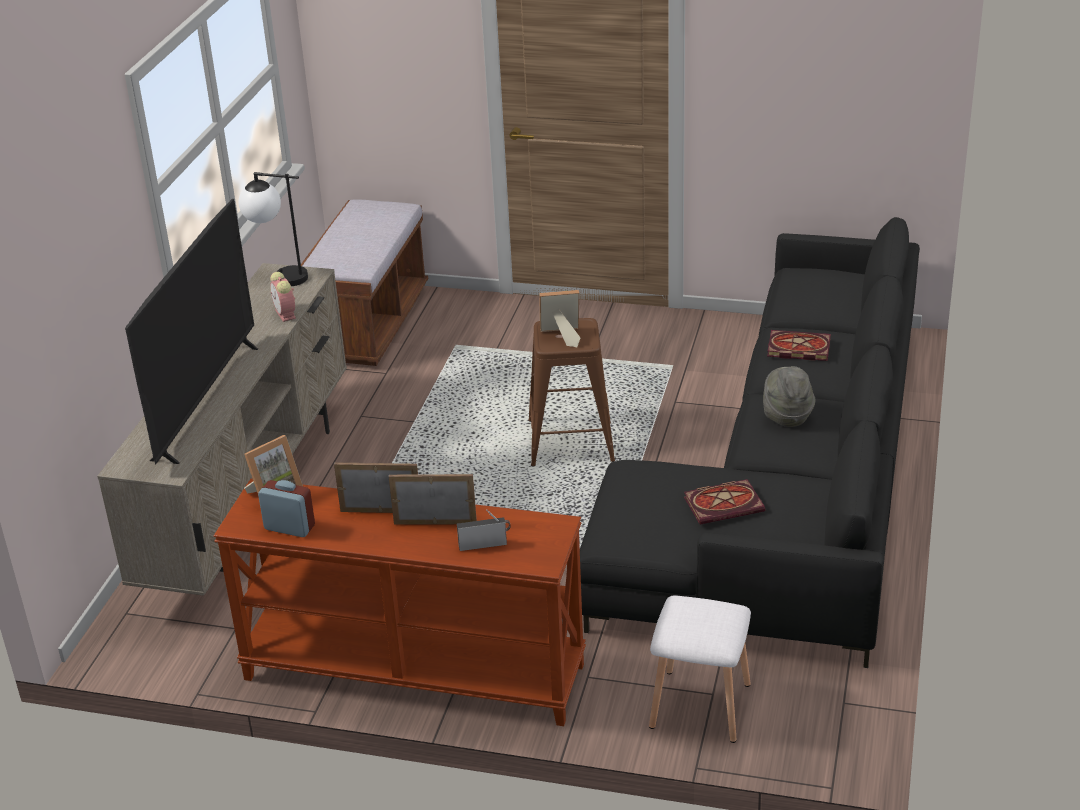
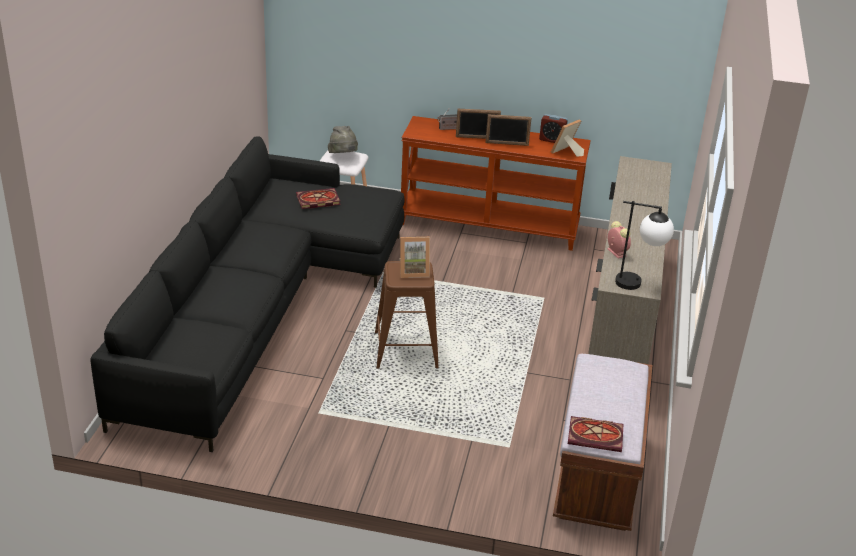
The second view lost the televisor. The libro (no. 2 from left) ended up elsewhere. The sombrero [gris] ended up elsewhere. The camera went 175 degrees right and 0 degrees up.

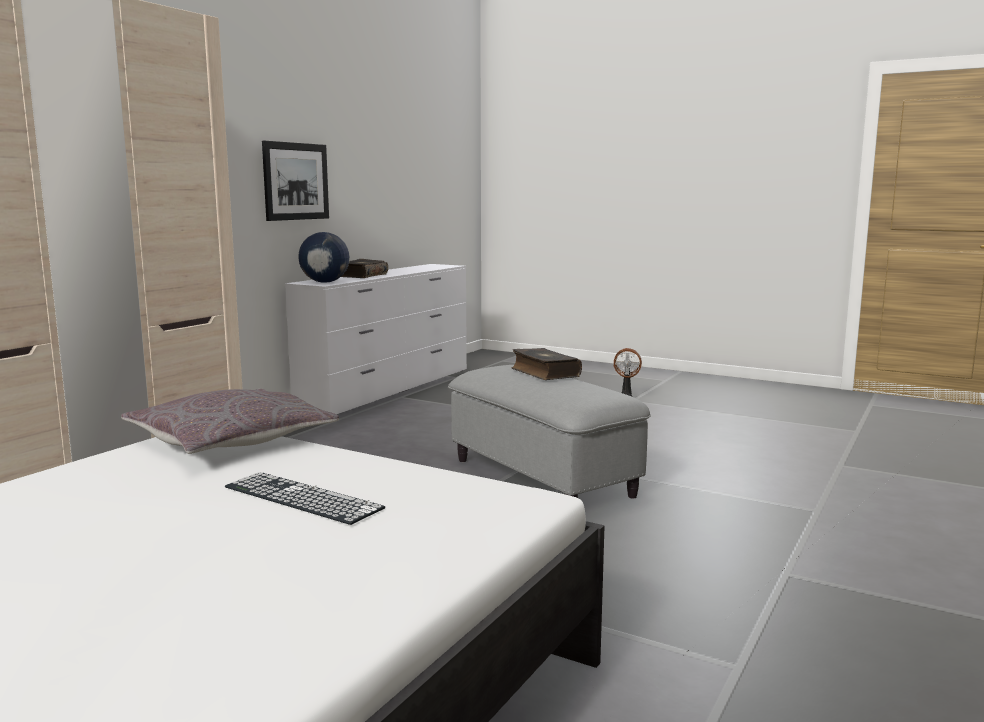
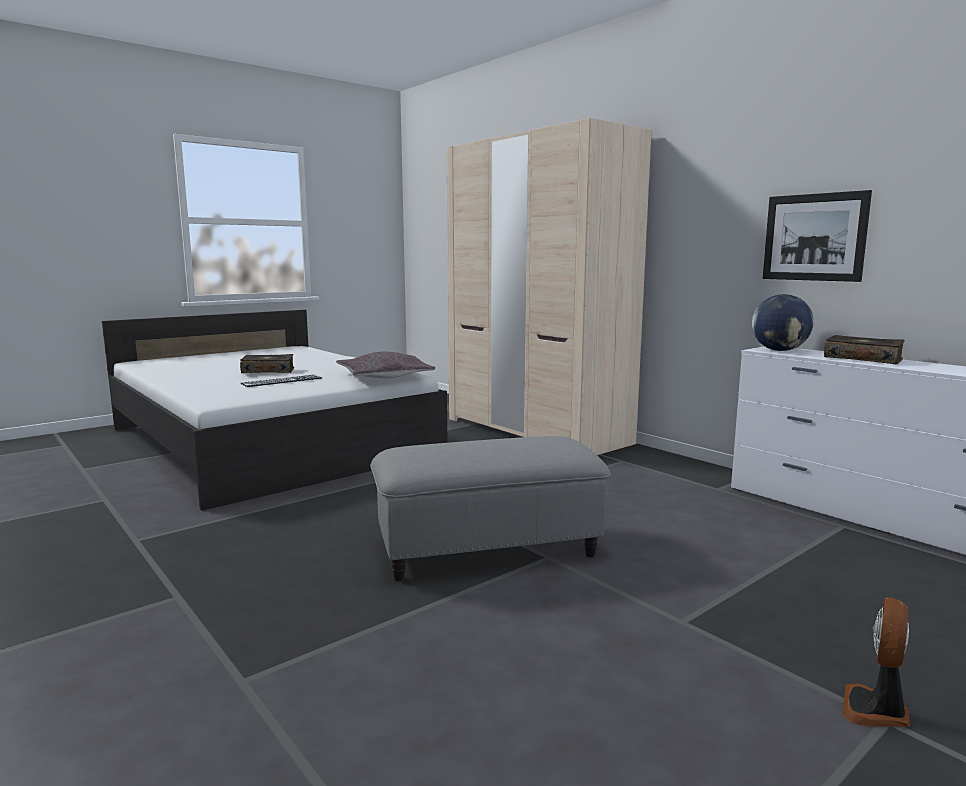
The libro (no. 2 from left in the first image) ended up elsewhere. The camera went 110 degrees right and 0 degrees up.

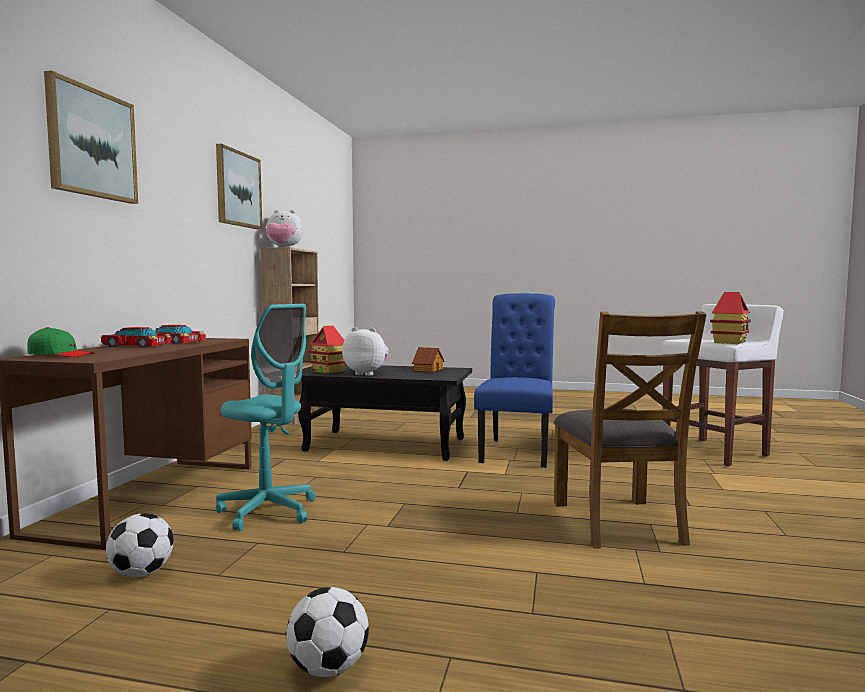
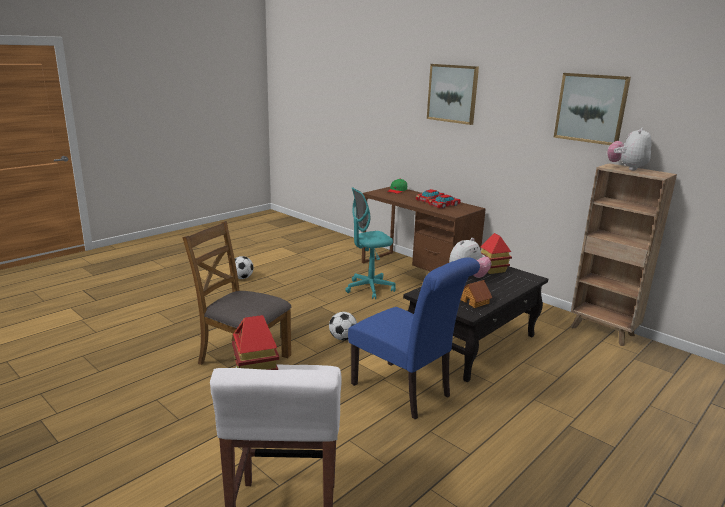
The balón de fútbol (no. 1 from left in the first image) ended up elsewhere. The camera went 120 degrees right and 15 degrees up.

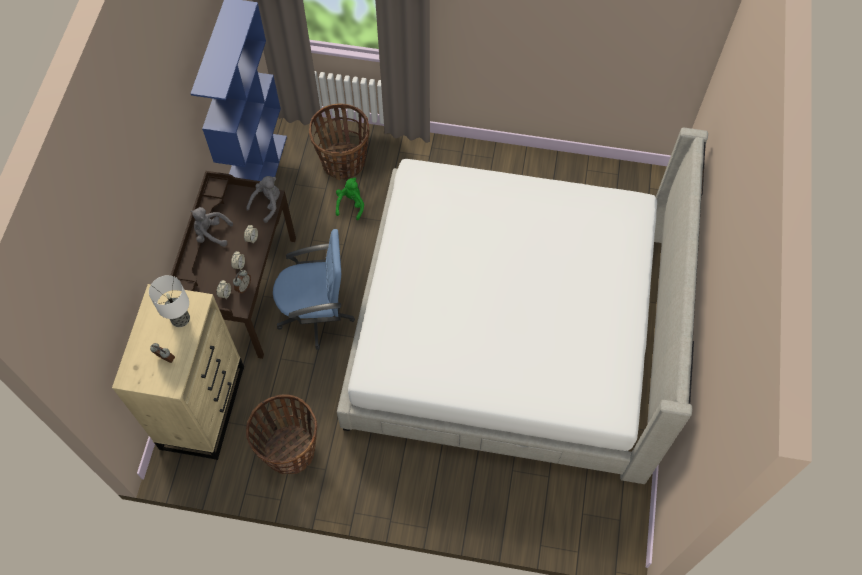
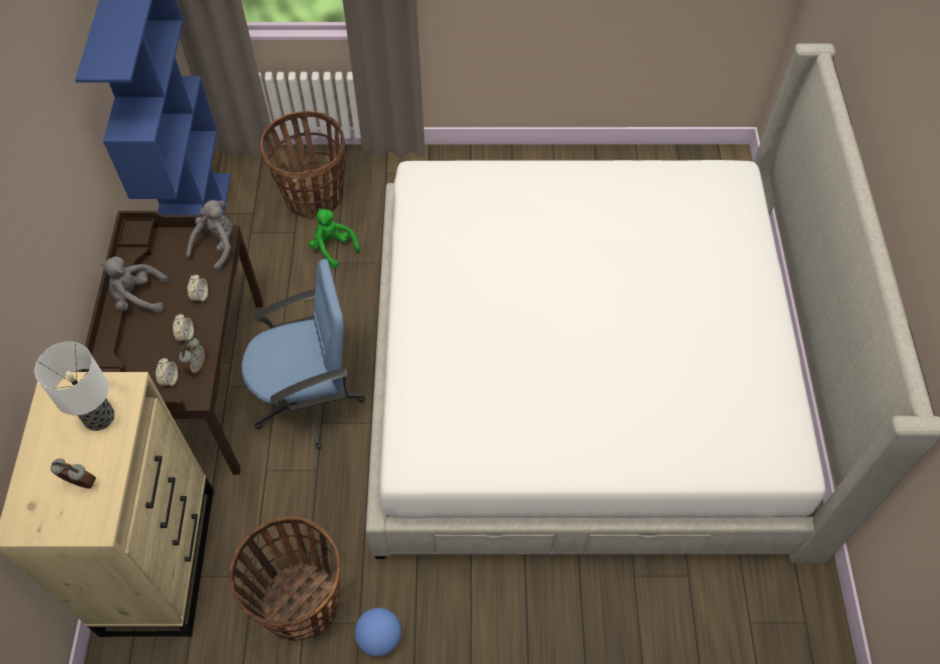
The peluche [verde] ended up facing another way, 45 degrees counterclockwise from before. The second view gained the balón de fútbol. The camera went 10 degrees left and 5 degrees down.

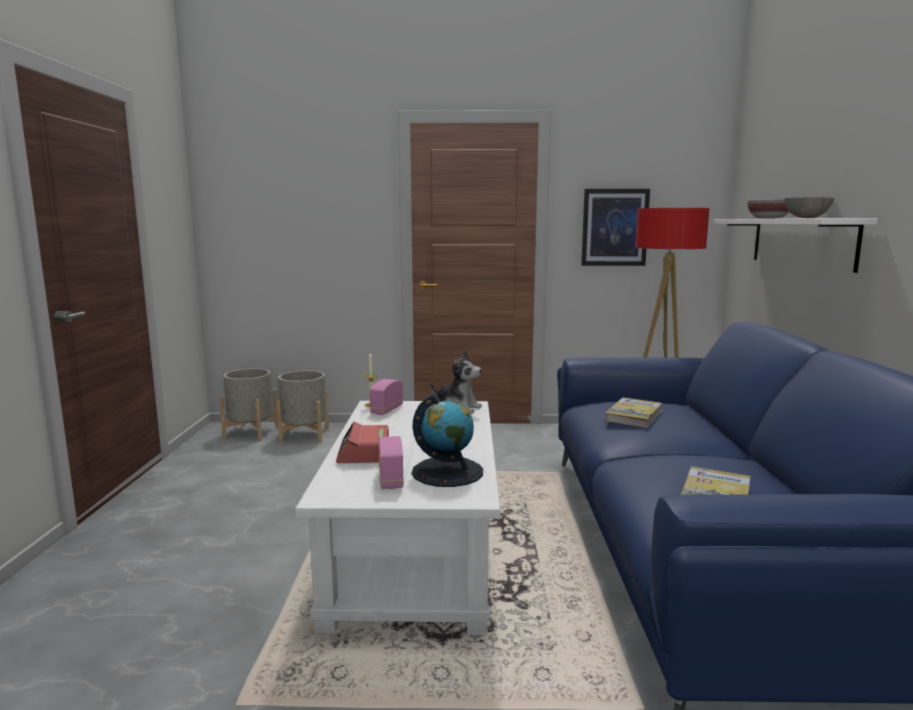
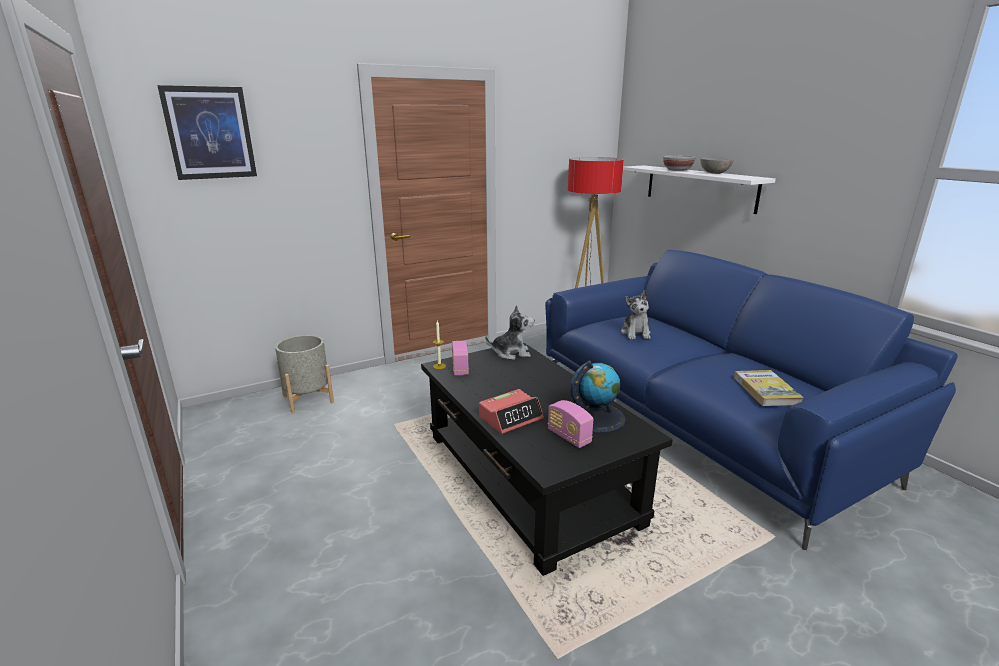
The cuadro ended up elsewhere. The second view lost the maceta [gris] (no. 1 from left). Where the libro (no. 1 from left) stood, the peluche (no. 2 from left) came to stand. What was the mesa de centro [blanco] turned into the mesa de centro [negro]. The despertador ended up facing another way, 90 degrees counterclockwise from before. The camera went 30 degrees left and 10 degrees up.

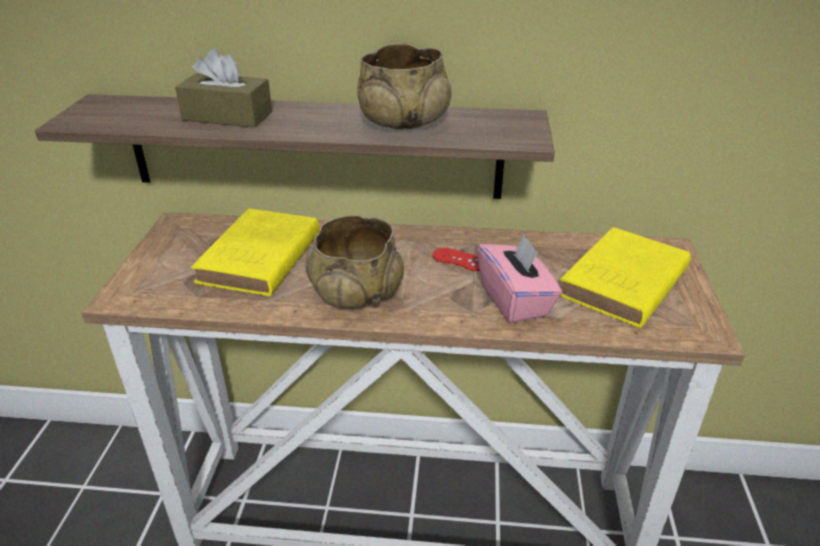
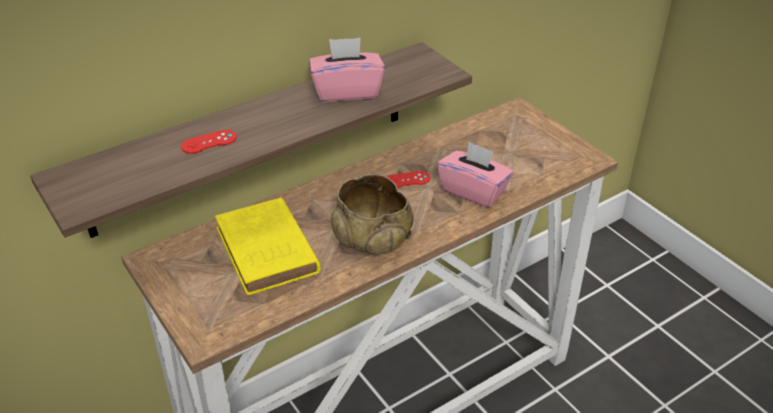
Where the cuenco [beis] (no. 2 from left) stood, the caja de pañuelos [rosa] (no. 1 from left) came to stand. Where the caja de pañuelos [marrón] stood, the mando de consola [rojo] (no. 1 from left) came to stand. The second view lost the libro [amarillo] (no. 2 from left). The camera went 40 degrees left and 5 degrees up.

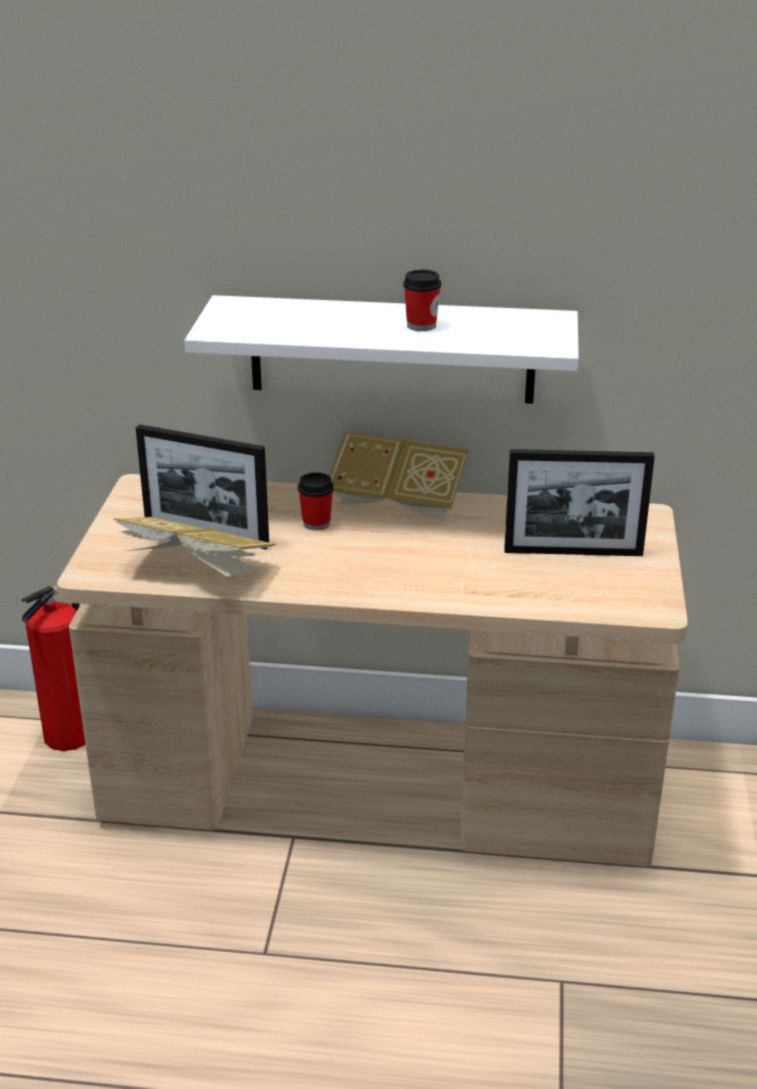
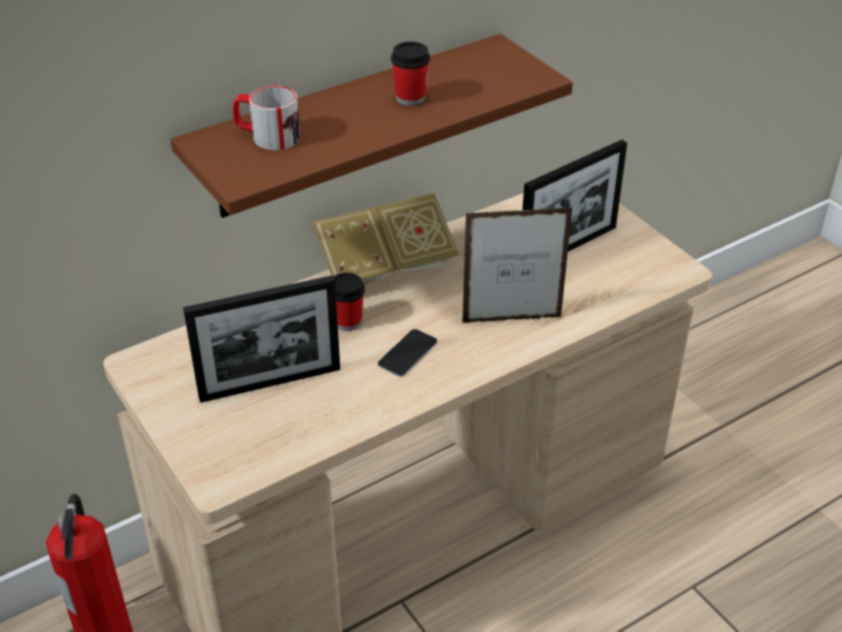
What was the estante [blanco] turned into the estante [marrón]. The second view lost the libro (no. 1 from left). The second view gained the taza grande. The second view gained the portarretratos (no. 2 from left). The second view gained the móvil. The camera went 40 degrees left and 10 degrees up.

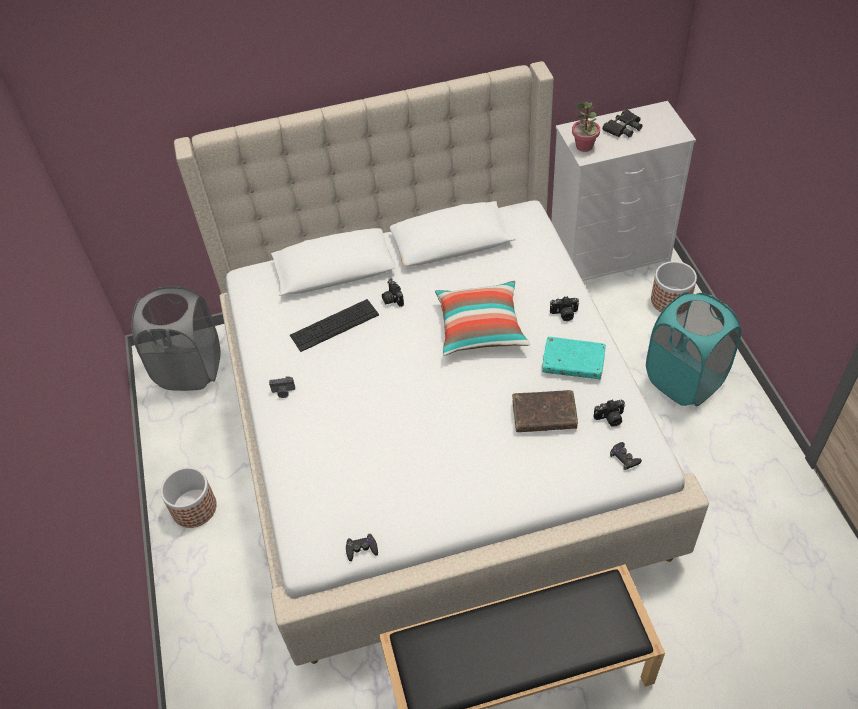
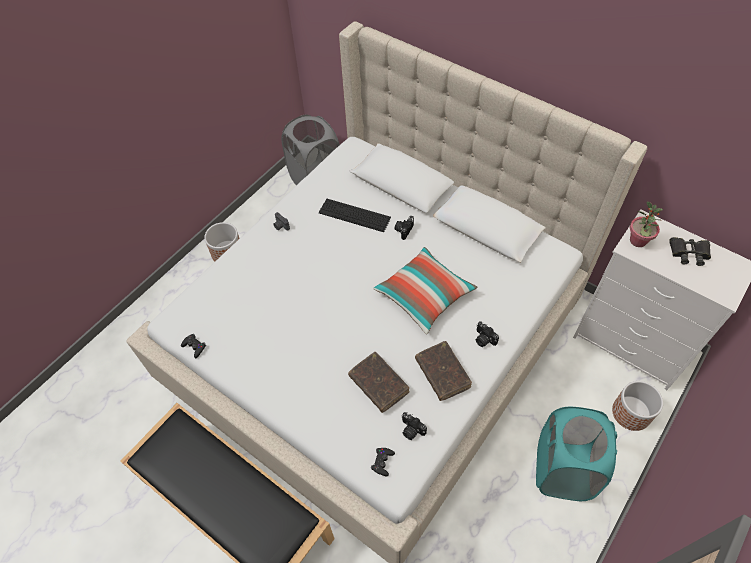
What was the libro [turquesa] turned into the libro [marrón] (no. 2 from left). The camera went 50 degrees right and 5 degrees up.

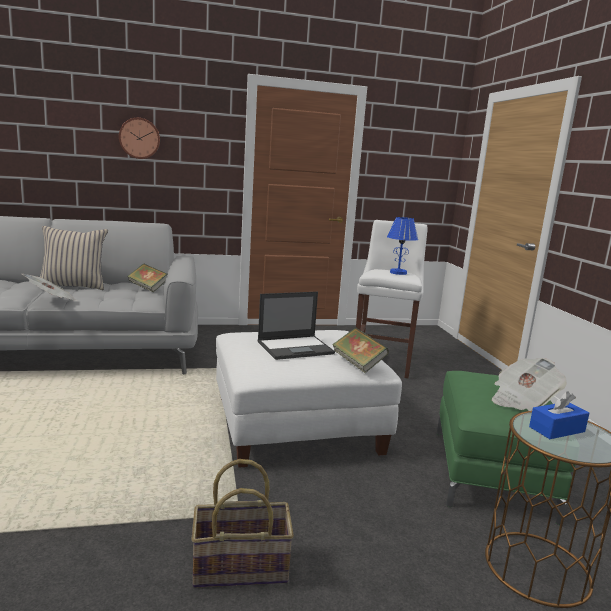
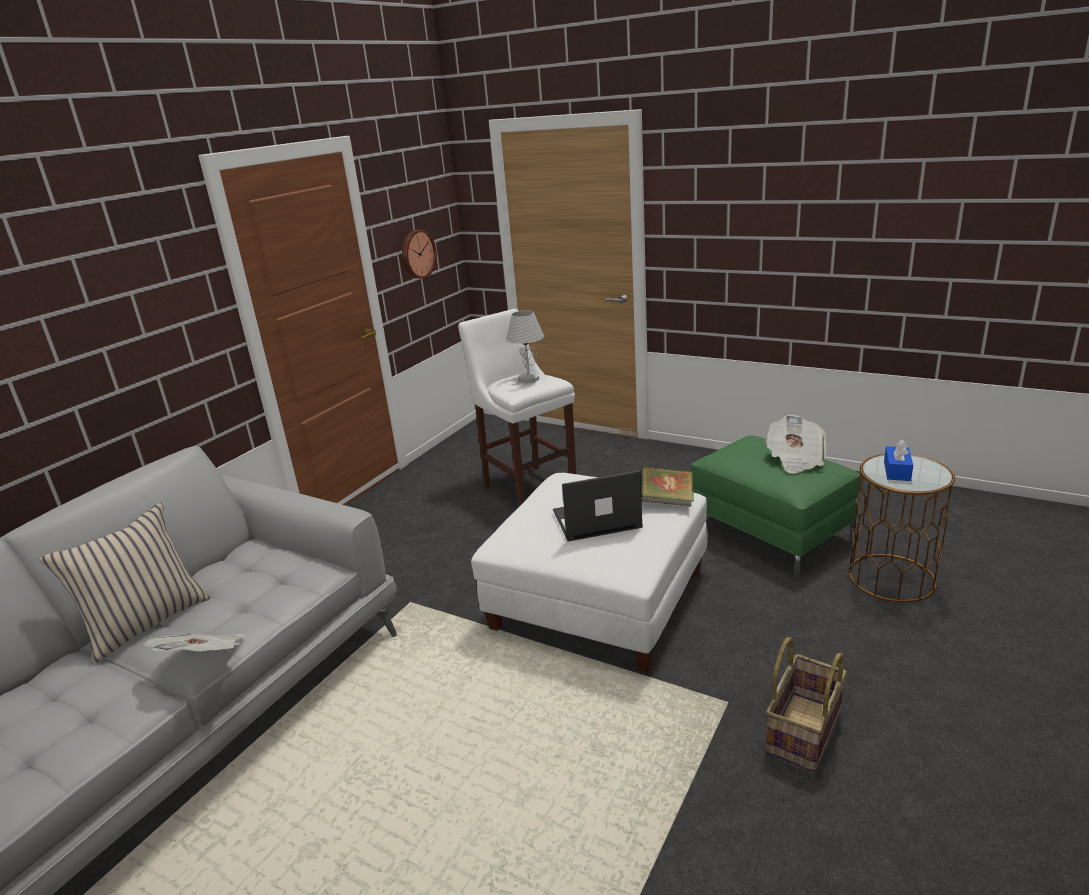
The reloj de pared ended up elsewhere. What was the lámpara de mesa [azul] turned into the lámpara de mesa [blanco]. The second view lost the libro (no. 1 from left). The portátil ended up facing another way, 120 degrees counterclockwise from before. The camera went 45 degrees left and 10 degrees up.

